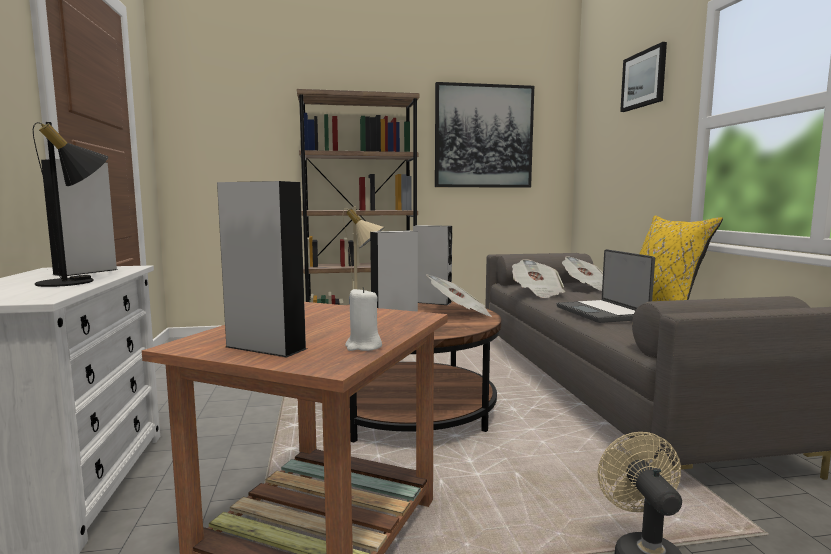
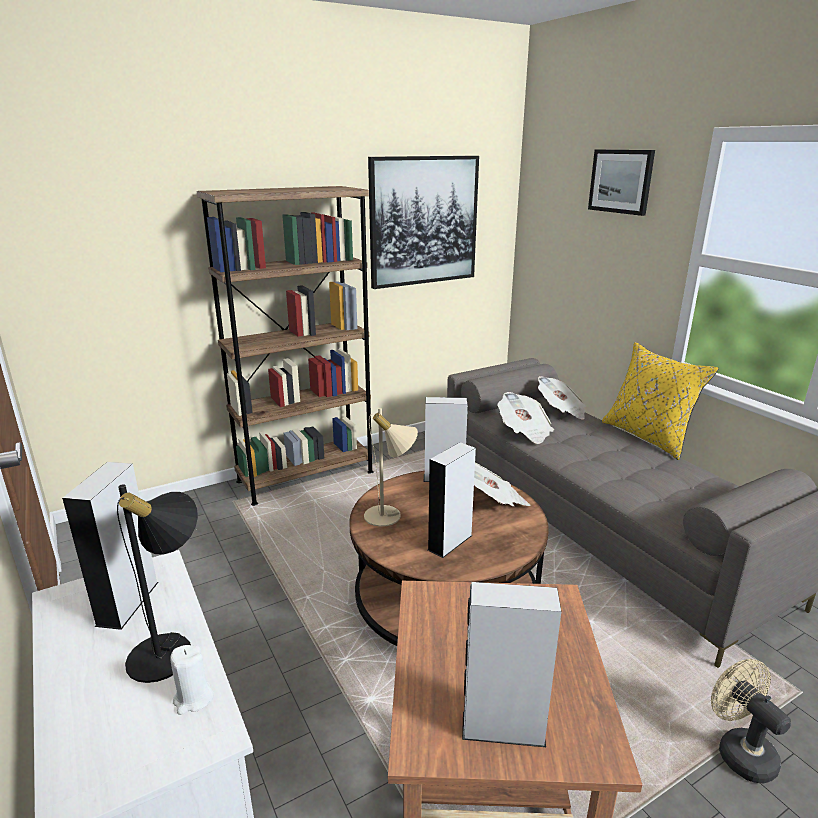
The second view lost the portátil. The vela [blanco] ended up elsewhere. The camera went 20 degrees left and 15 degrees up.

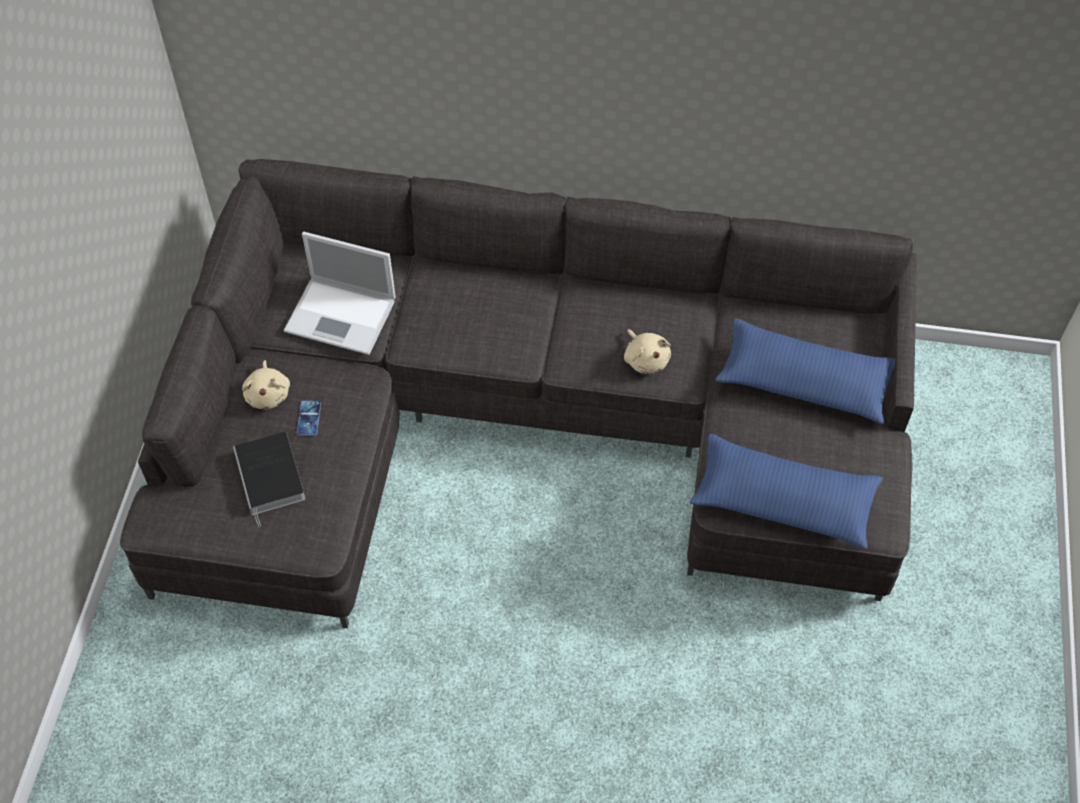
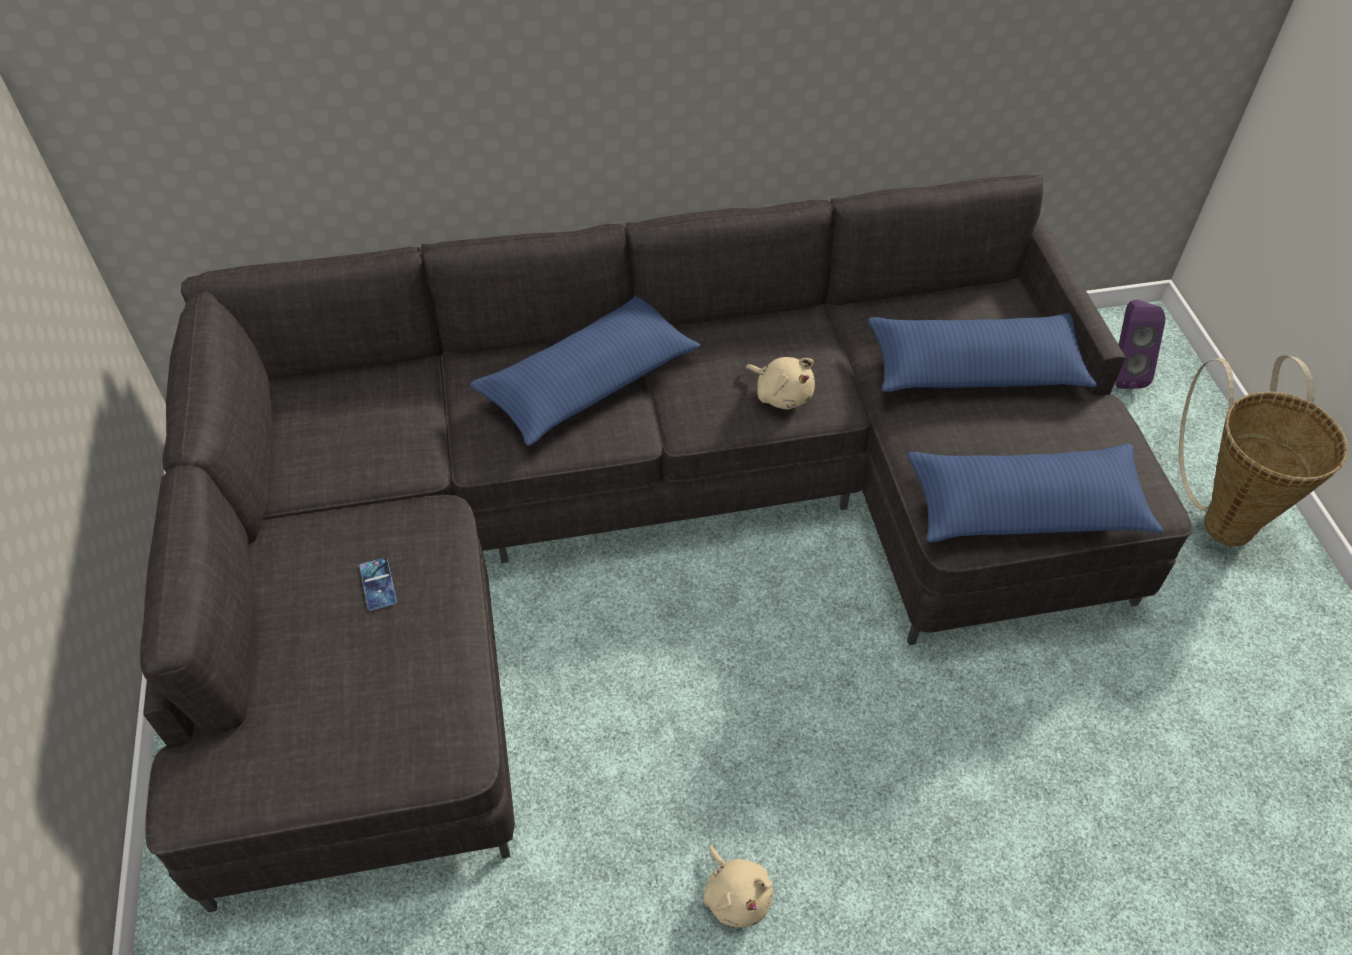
The second view lost the portátil. The peluche [beis] (no. 1 from left) ended up elsewhere. The second view lost the libro. The second view gained the cojín [azul] (no. 1 from left). The second view gained the altavoz [morado]. The second view gained the cesta. The camera went 20 degrees left and 5 degrees down.

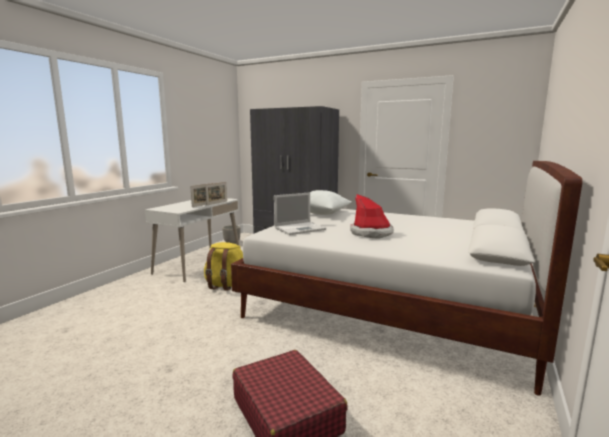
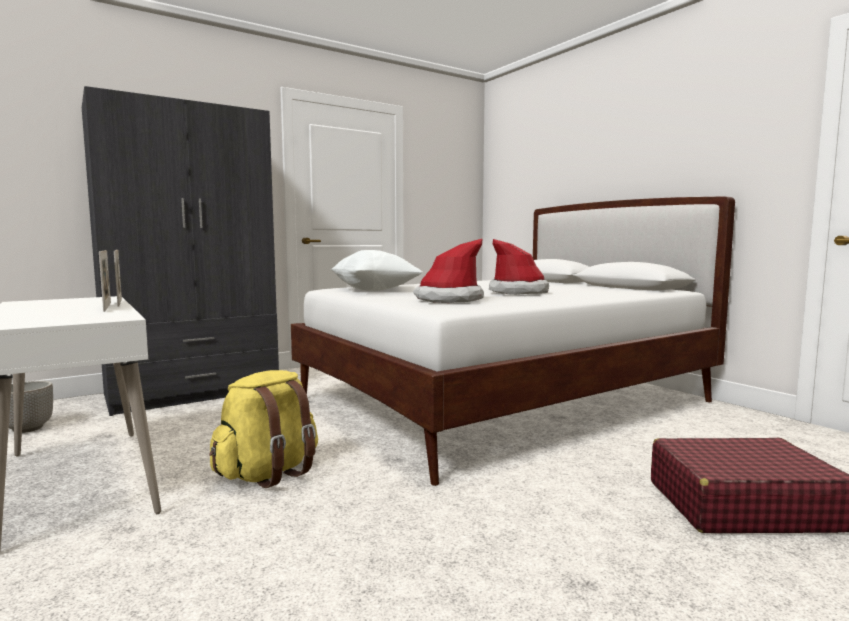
Where the portátil stood, the sombrero (no. 1 from left) came to stand. The camera went 60 degrees left and 5 degrees down.

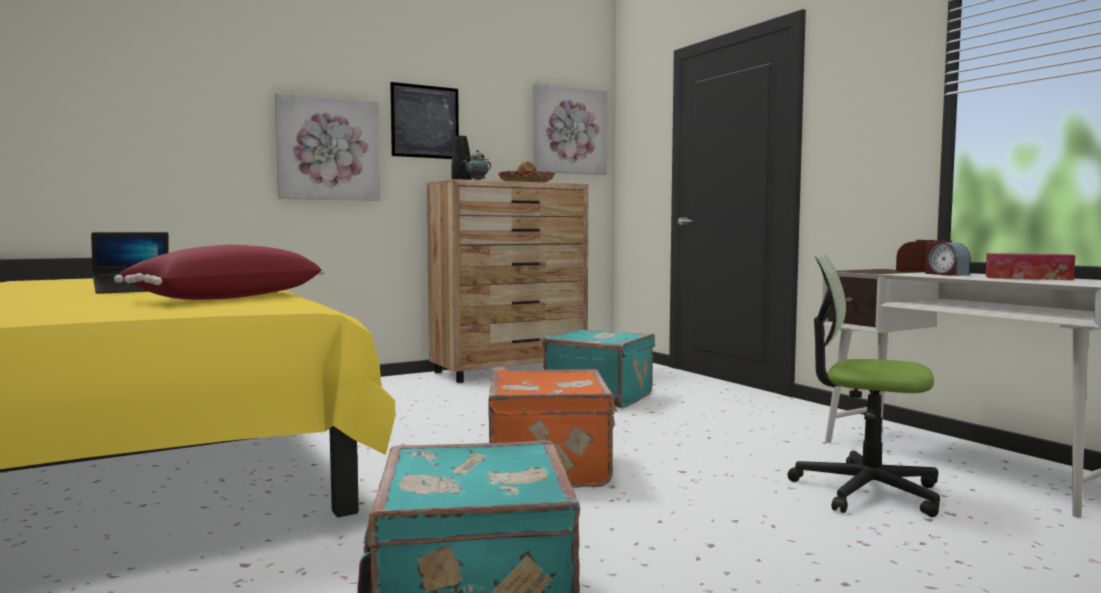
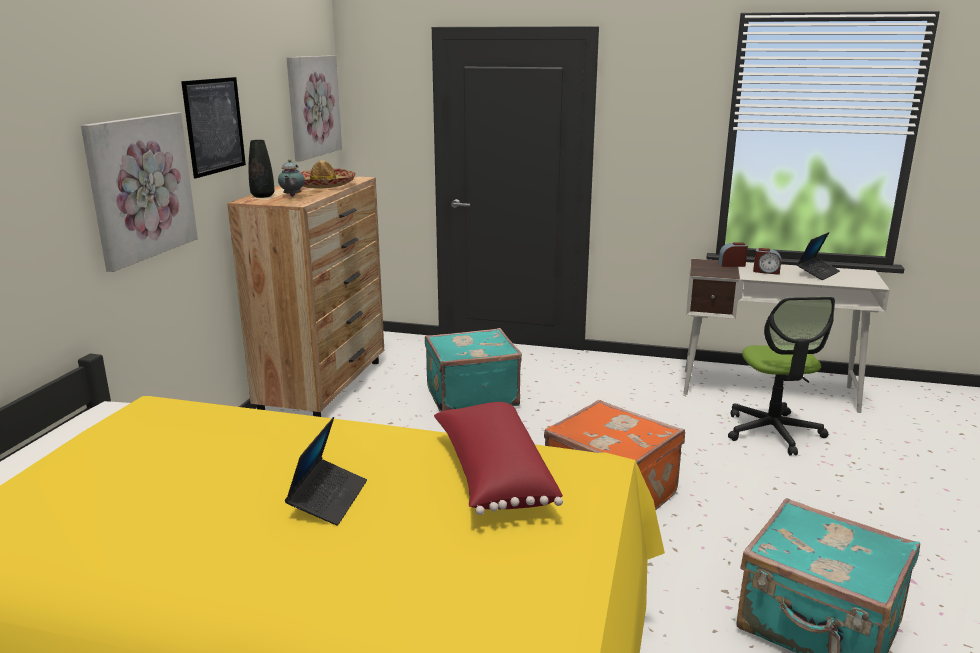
Where the caja de pañuelos stood, the portátil (no. 2 from left) came to stand. The silla de oficina ended up facing another way, 75 degrees counterclockwise from before. The camera went 45 degrees left and 15 degrees up.

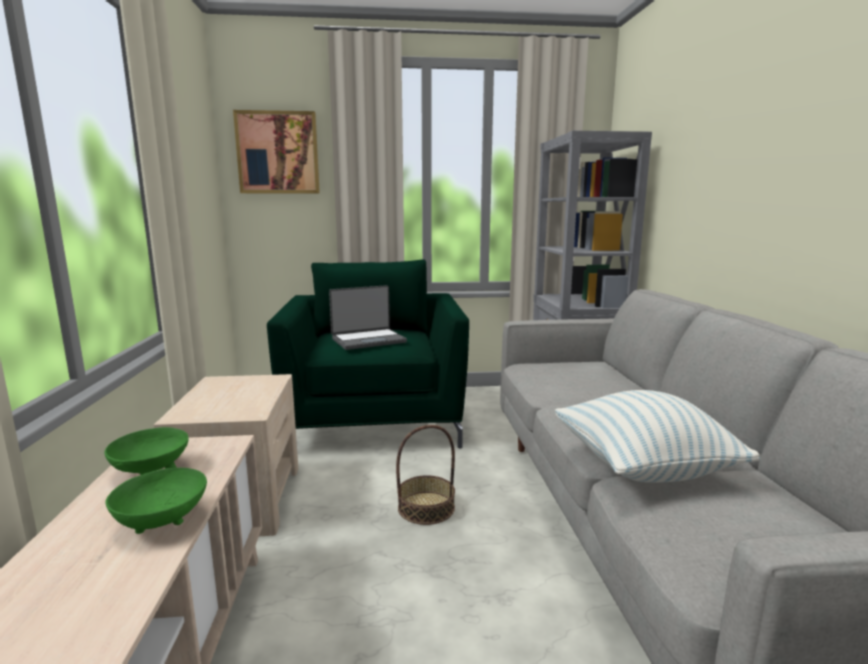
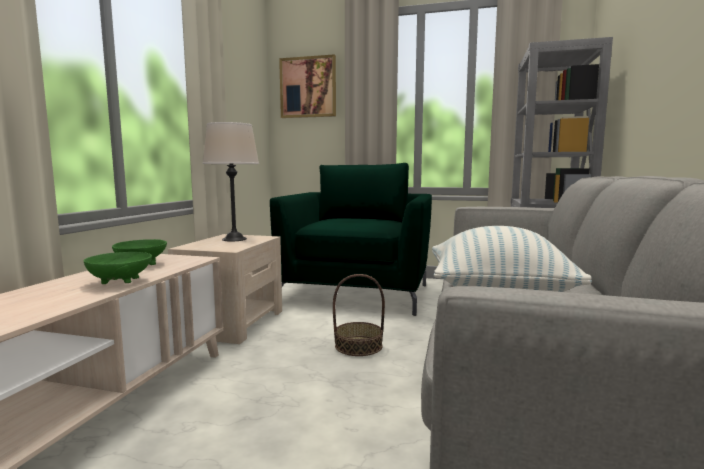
The second view lost the portátil. The second view gained the lámpara de mesa [beis]. The camera went 20 degrees right and 5 degrees down.

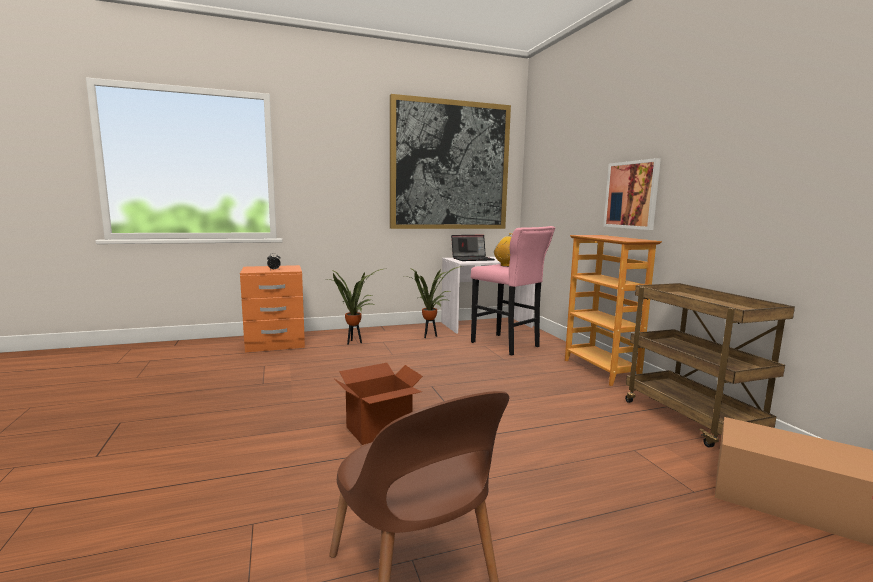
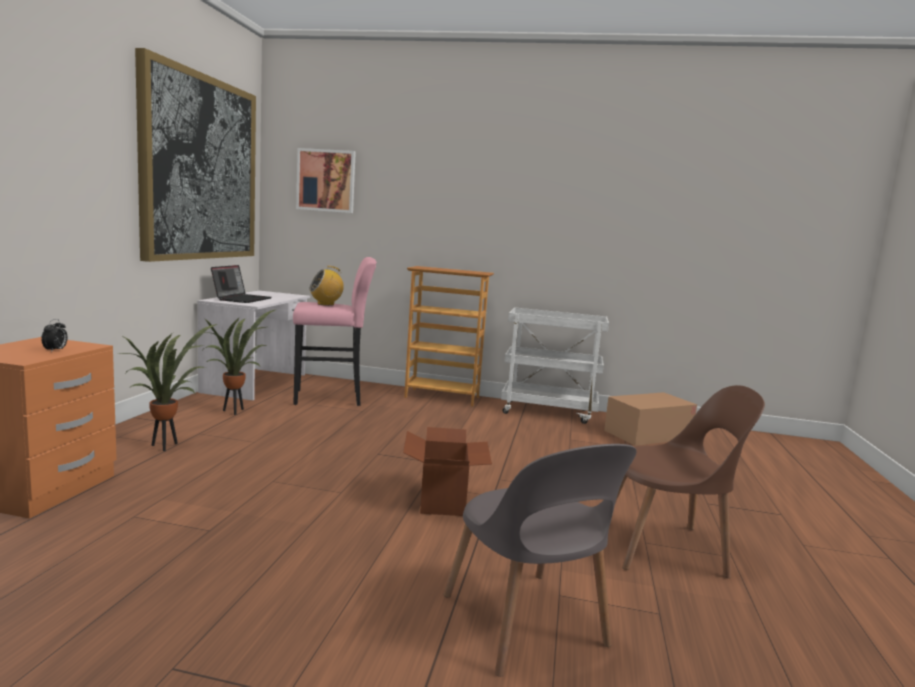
The cuadro (no. 2 from left) ended up elsewhere. What was the carrito [marrón] turned into the carrito [blanco]. The second view gained the silla [gris]. The camera went 60 degrees left and 0 degrees up.

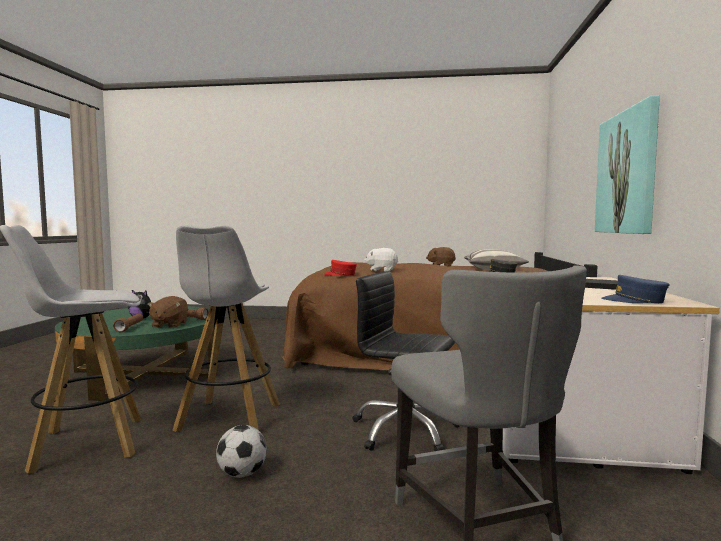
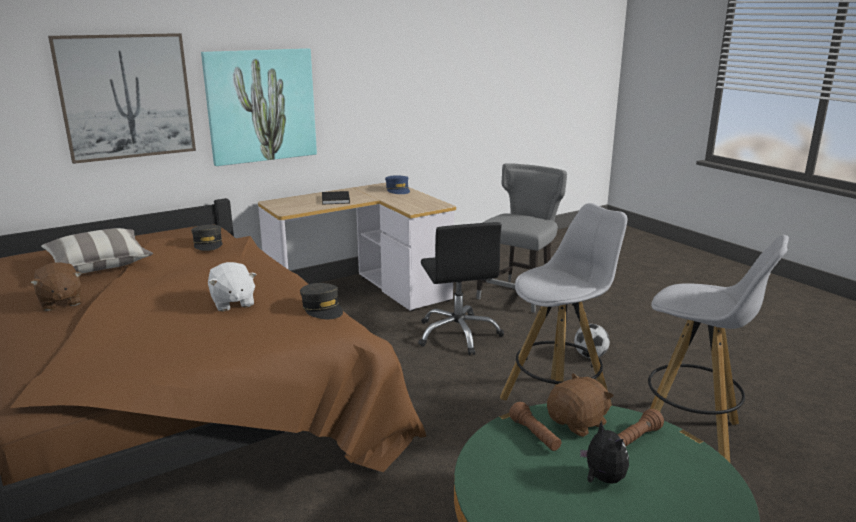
What was the gorra [rojo] turned into the gorra [gris] (no. 2 from left). The second view gained the cuadro (no. 1 from left). The camera went 130 degrees left and 15 degrees up.

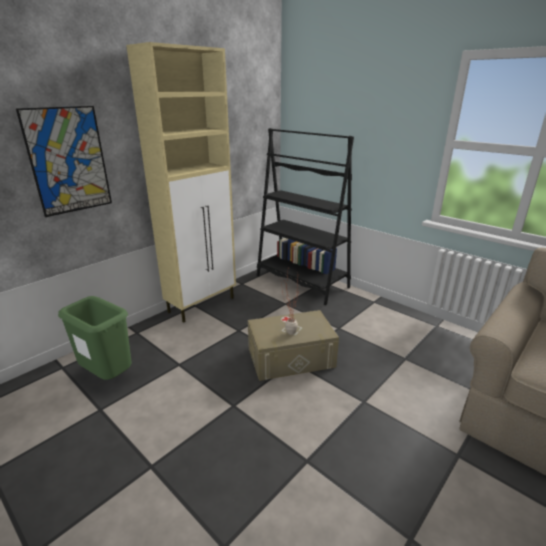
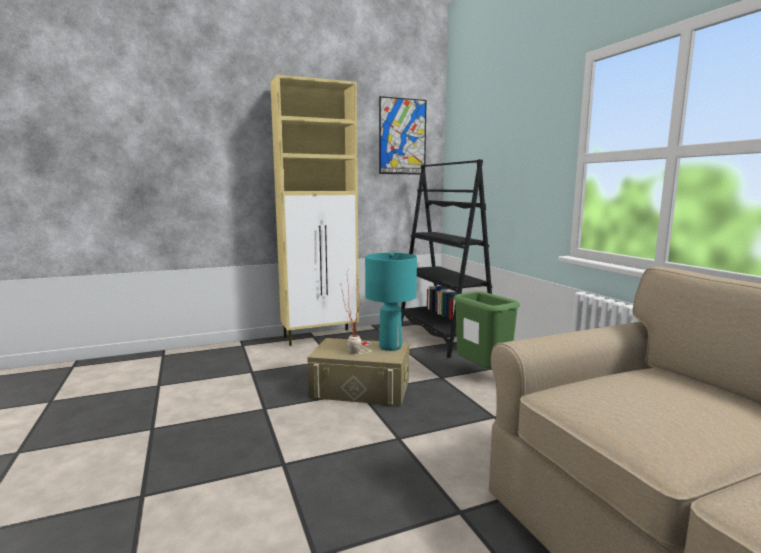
The cuadro ended up elsewhere. The papelera [verde] ended up elsewhere. The second view gained the lámpara de mesa [turquesa]. The camera went 25 degrees right and 15 degrees down.

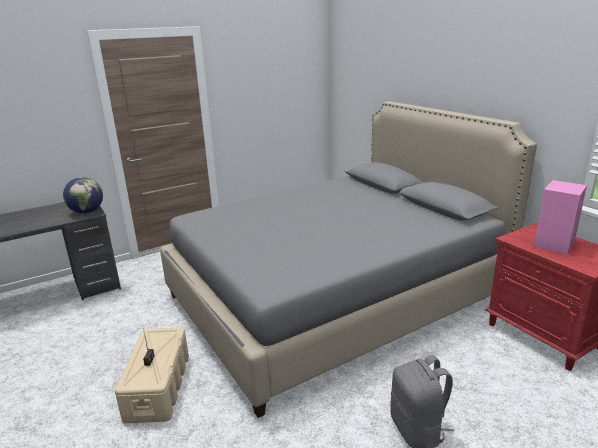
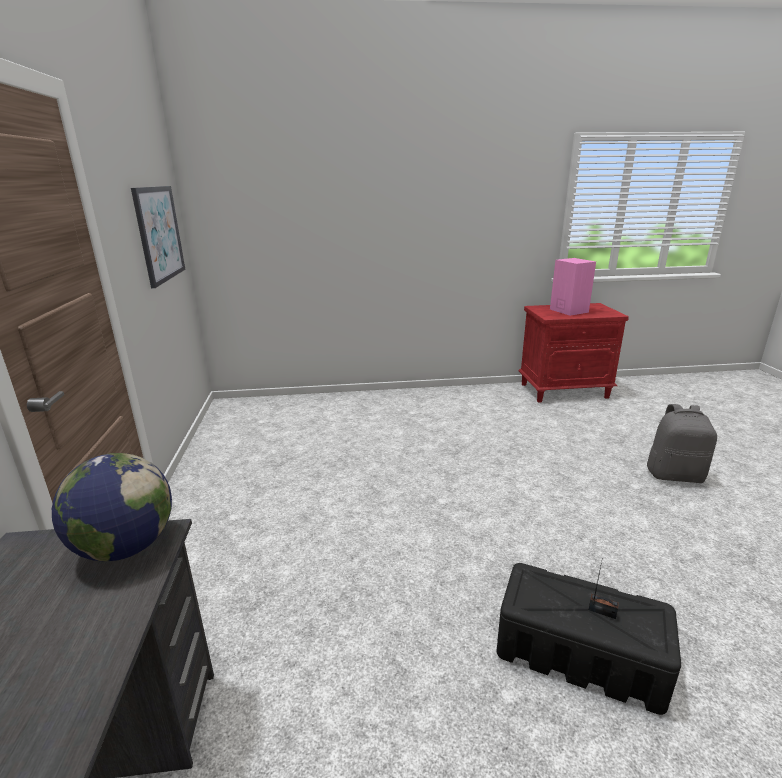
The second view lost the cama [gris]. What was the caja de almacenaje [beis] turned into the caja de almacenaje [negro]. The second view gained the cuadro. The camera went 65 degrees left and 0 degrees up.

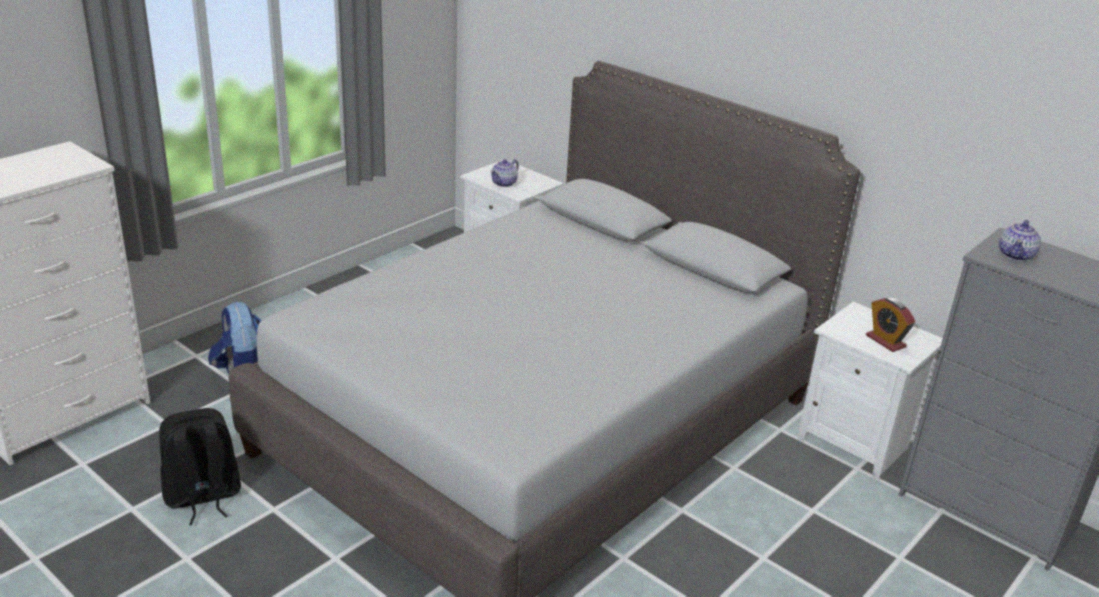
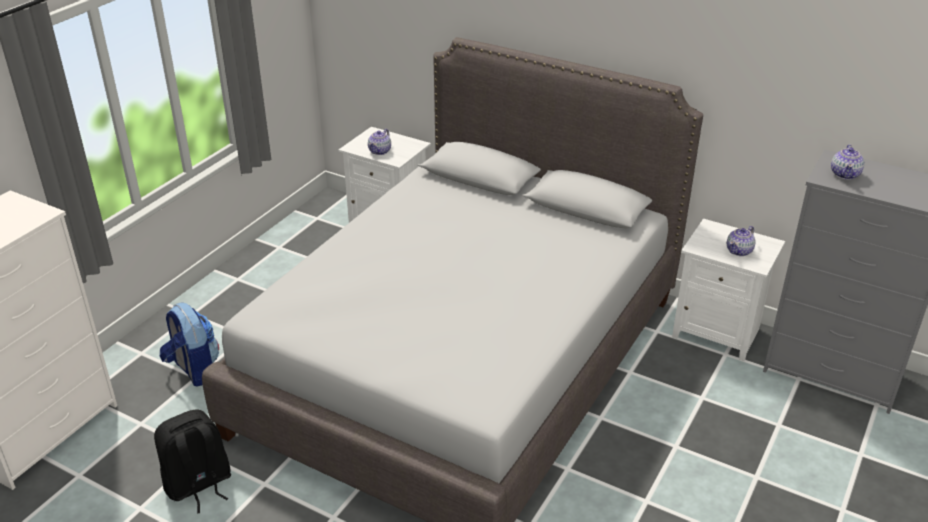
Where the despertador stood, the tetera (no. 2 from left) came to stand. The camera went 10 degrees left and 5 degrees up.

